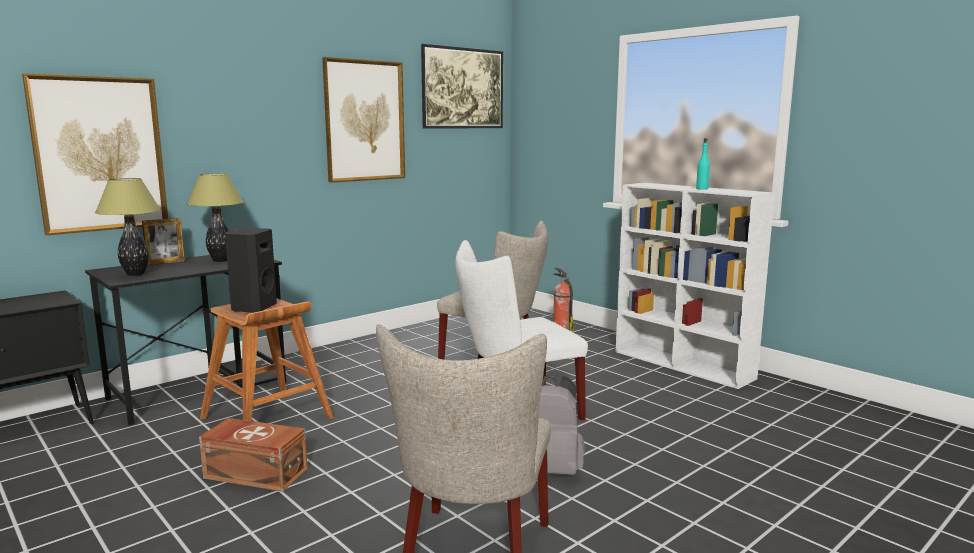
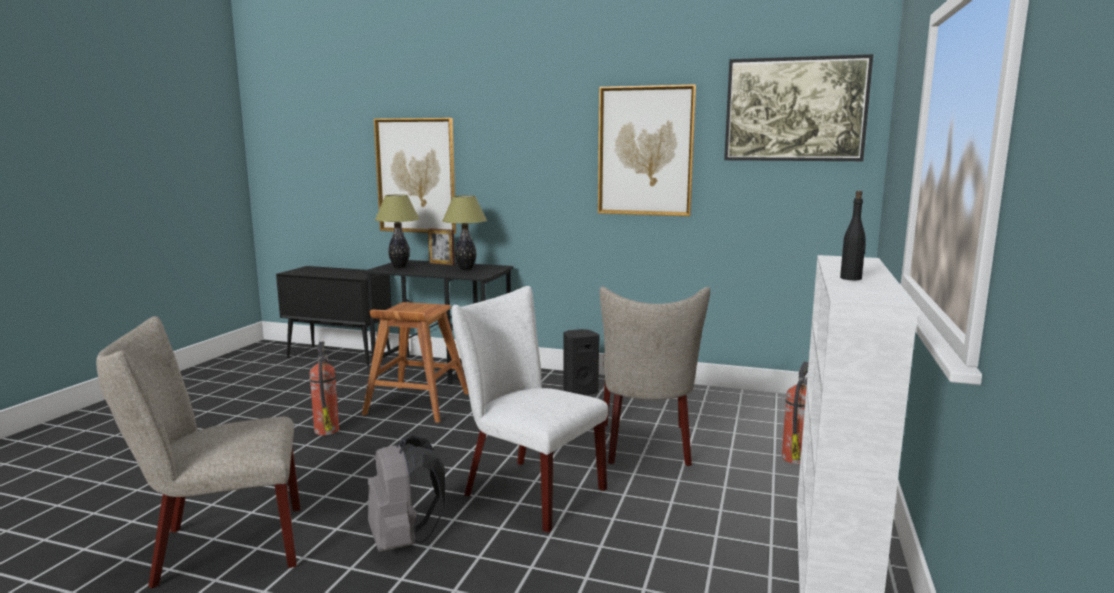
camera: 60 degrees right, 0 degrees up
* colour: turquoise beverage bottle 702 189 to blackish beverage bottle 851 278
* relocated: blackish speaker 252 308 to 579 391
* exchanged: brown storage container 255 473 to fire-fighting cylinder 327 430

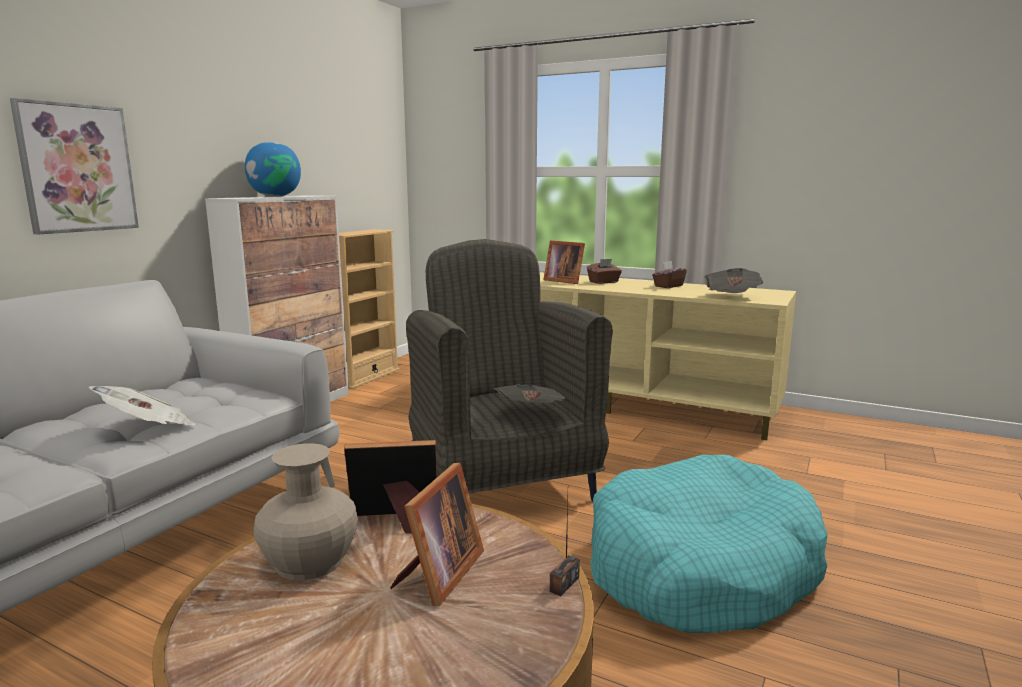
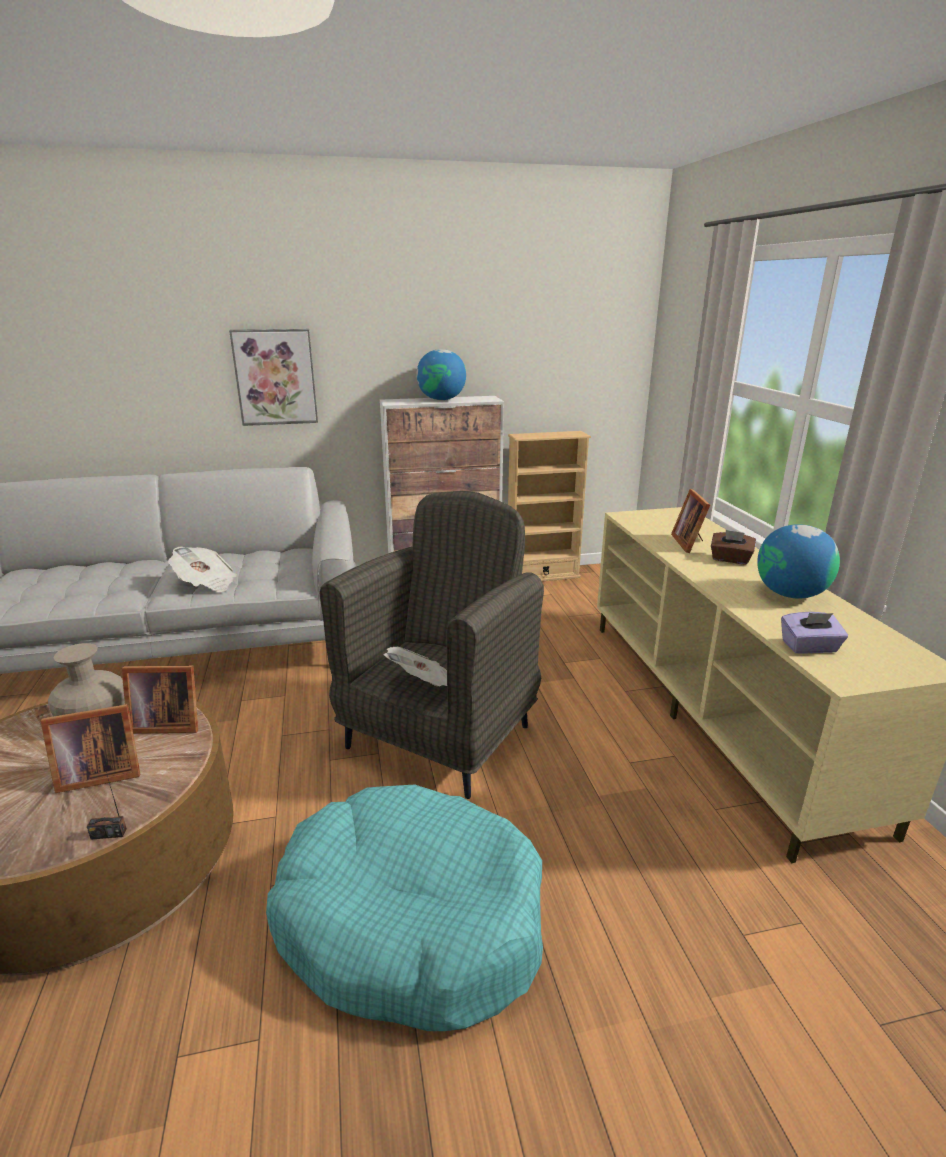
camera: 50 degrees right, 10 degrees up
* exchanged: brown tissue box 668 286 to globe 790 594
* exchanged: printed paper 732 297 to purple-coloured tissue box 809 647
* spun: photo frame 398 521 = 166 723 135 degrees clockwise

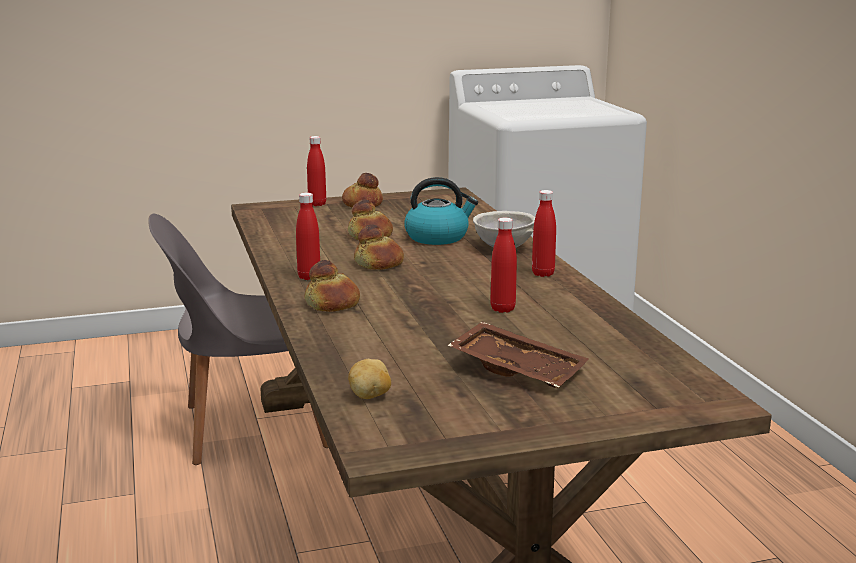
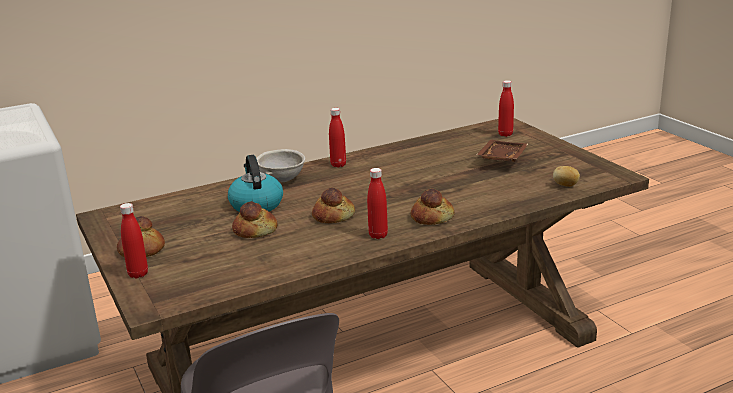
camera: 100 degrees left, 5 degrees up
* relocated: red beverage bottle 502 309 to 505 134

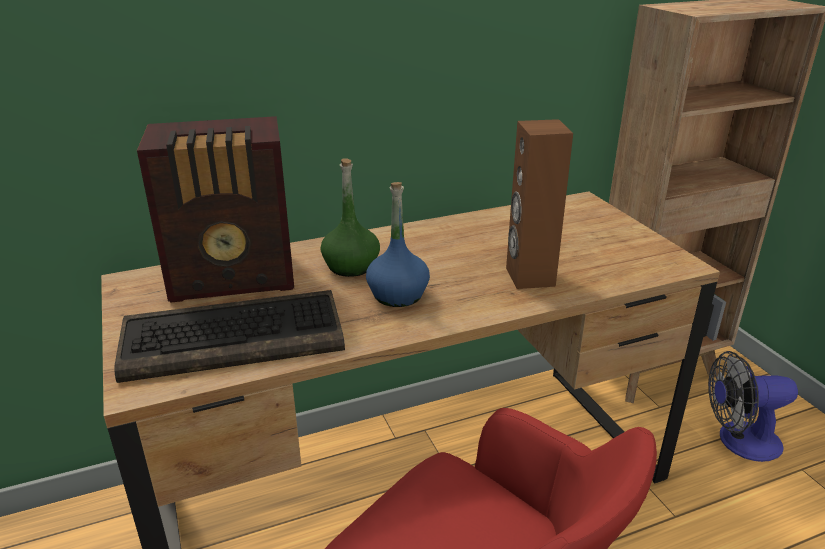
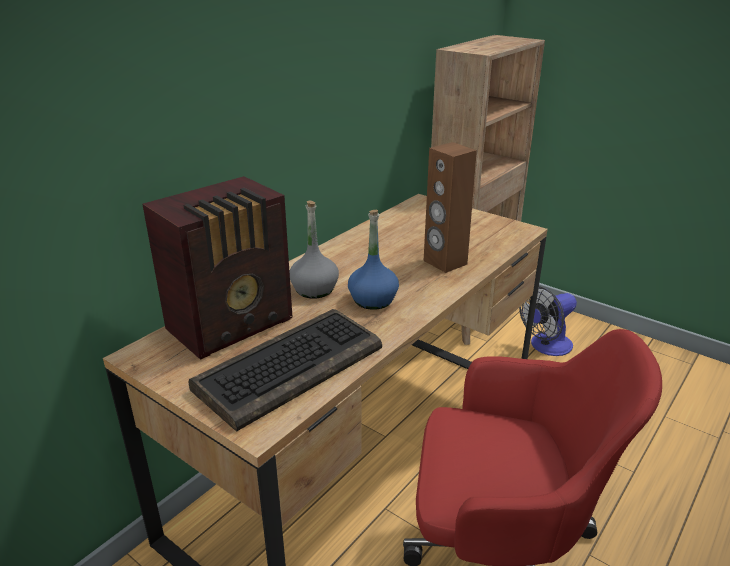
camera: 30 degrees left, 0 degrees up
* colour: green-coloured beverage bottle 351 266 to grey beverage bottle 315 289

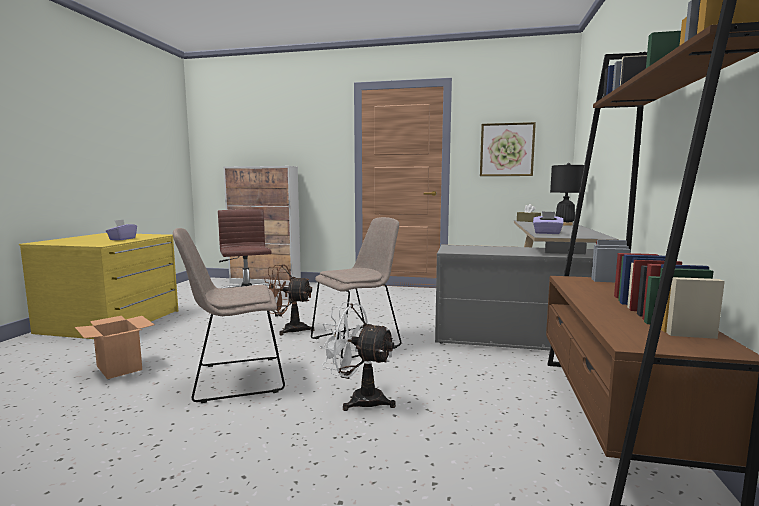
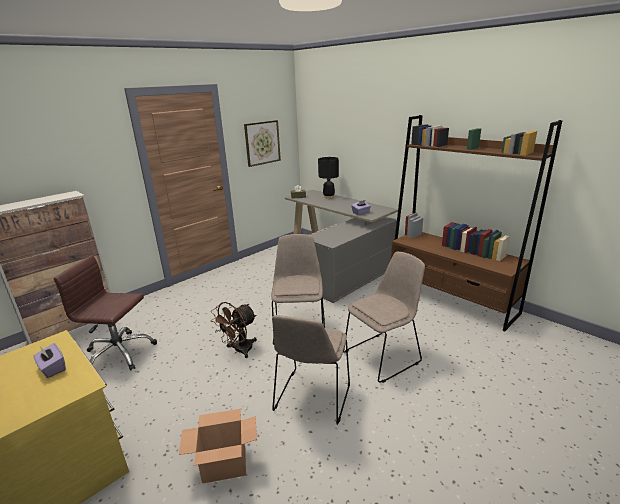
camera: 55 degrees left, 15 degrees up
* exchanged: whitish electric fan 359 399 to beige-coloured chair 383 356

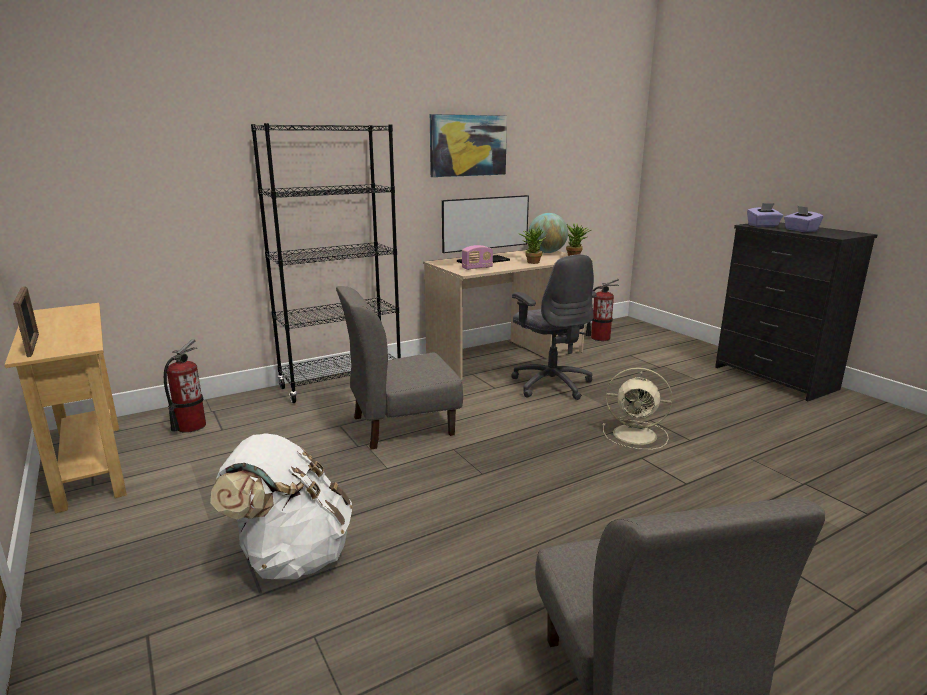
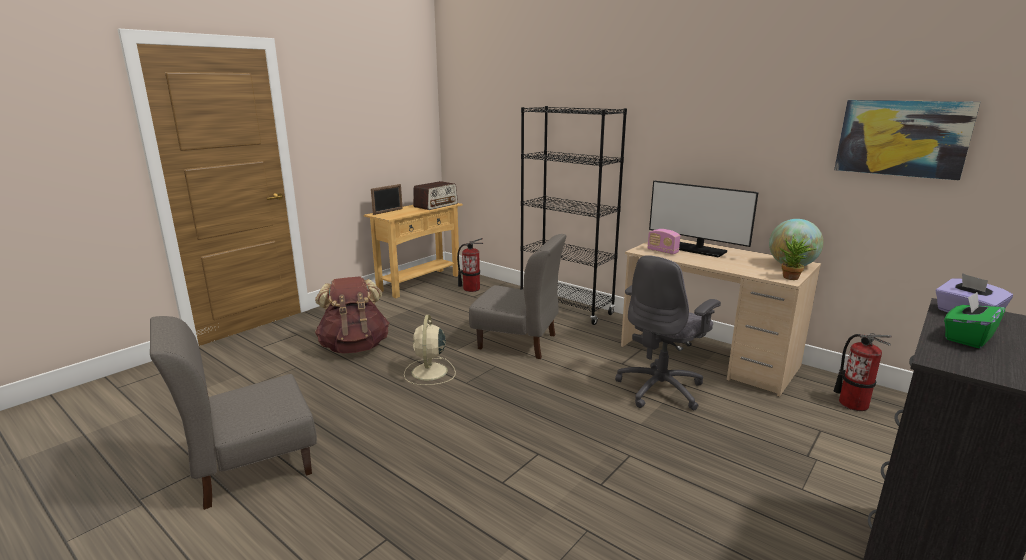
camera: 70 degrees right, 0 degrees up
* relocated: wall picture 468 145 to 902 138
* colour: purple-coloured tissue box 800 230 to green-coloured tissue box 967 338
* missing: plant in a pot 531 262
* spun: grey chair 401 425 = 518 342 150 degrees clockwise
* relocated: beige-coloured electric fan 636 435 to 429 372
* colour: whitish knapsack 292 557 to brown knapsack 355 347
* appeared: radio receiver 436 205

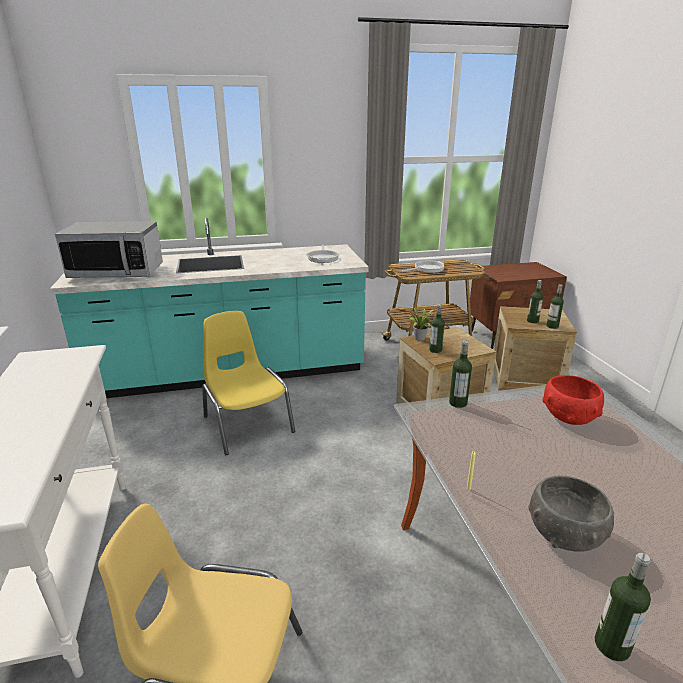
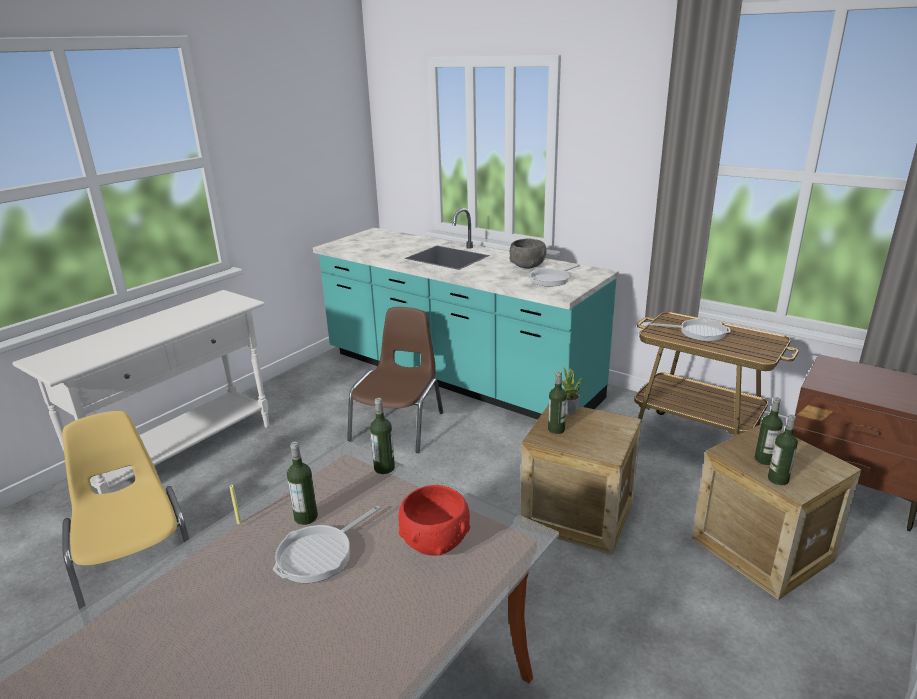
camera: 50 degrees right, 0 degrees up
* missing: microwave oven 117 272
* colour: yellow-coloured chair 247 423 to brown chair 399 426
* relocated: grey serving bowl 564 535 to 527 266
* relocated: beverage bottle 612 646 to 306 517
* appeared: pan 319 554

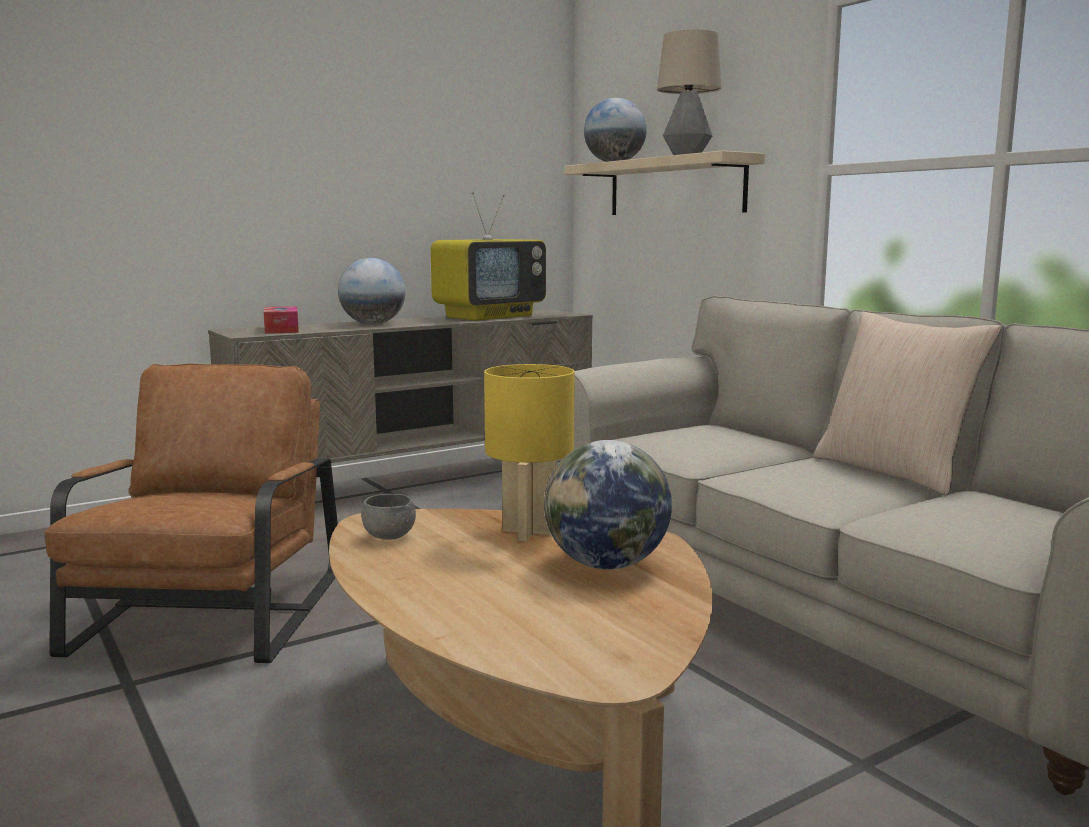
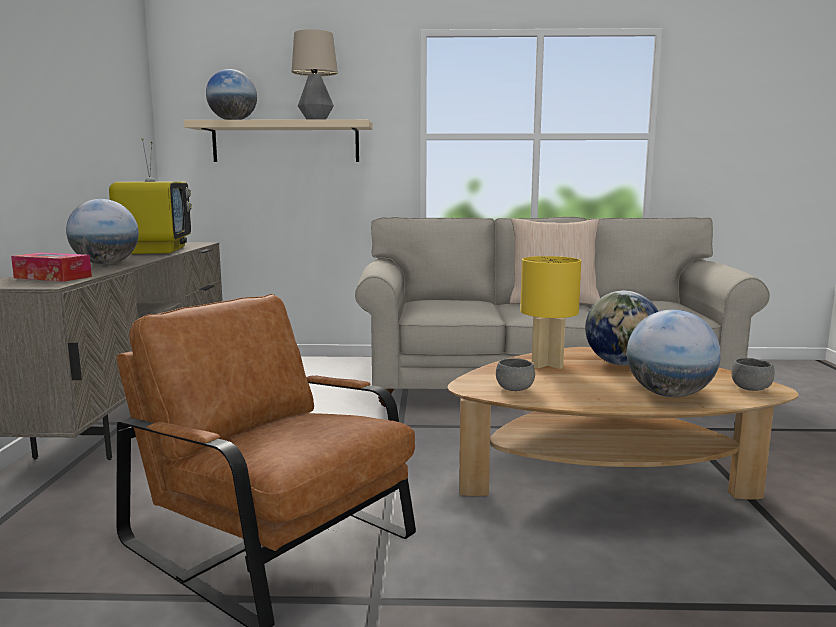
camera: 55 degrees left, 0 degrees up
* appeared: globe 669 395
* appeared: grey serving bowl 751 388

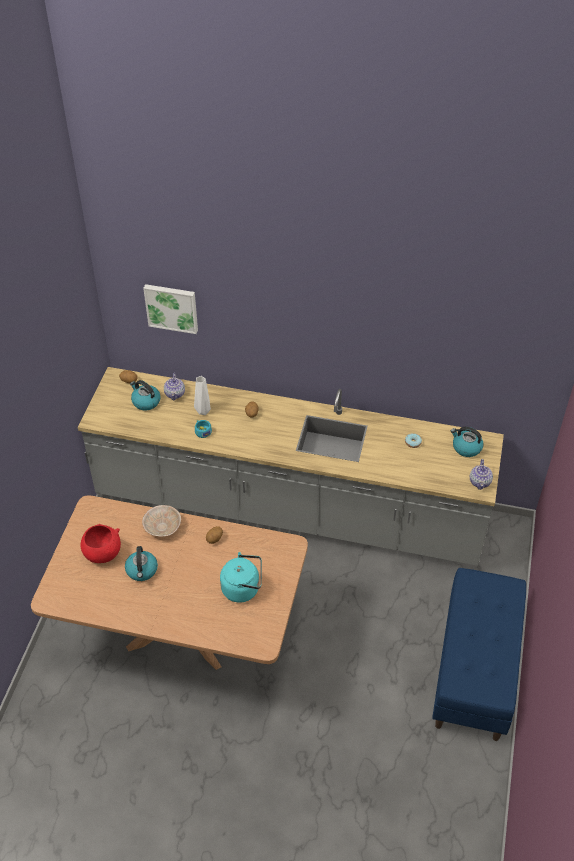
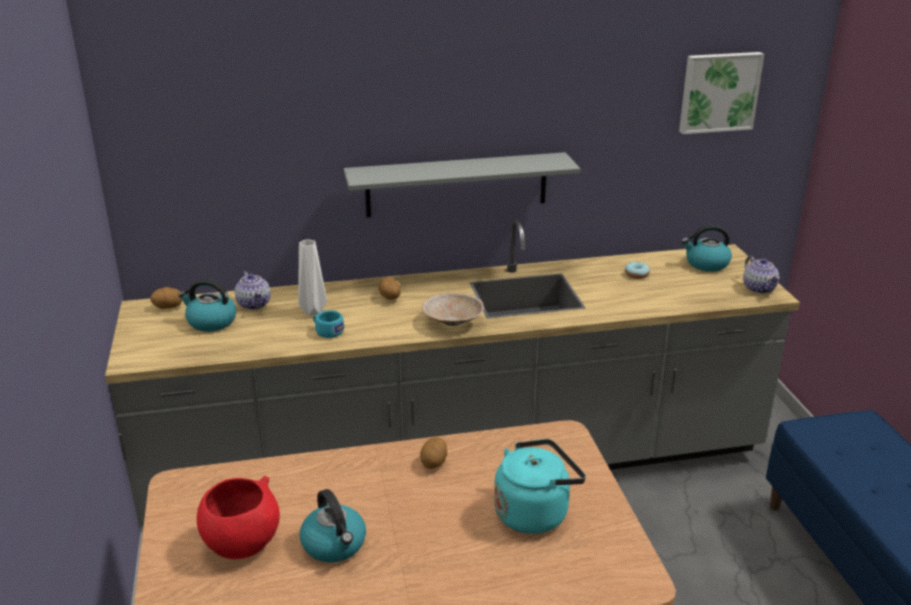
camera: 25 degrees left, 20 degrees down
* relocated: wall picture 172 307 to 718 92
* relocated: beige-coloured serving bowl 162 526 to 452 321
* appeared: grey bracket shelf 456 184

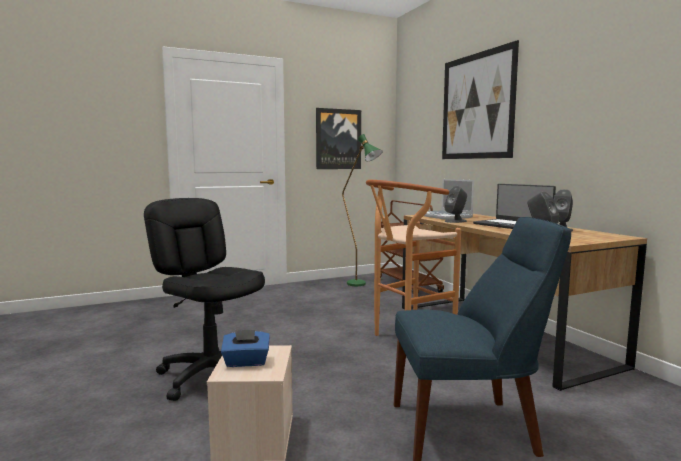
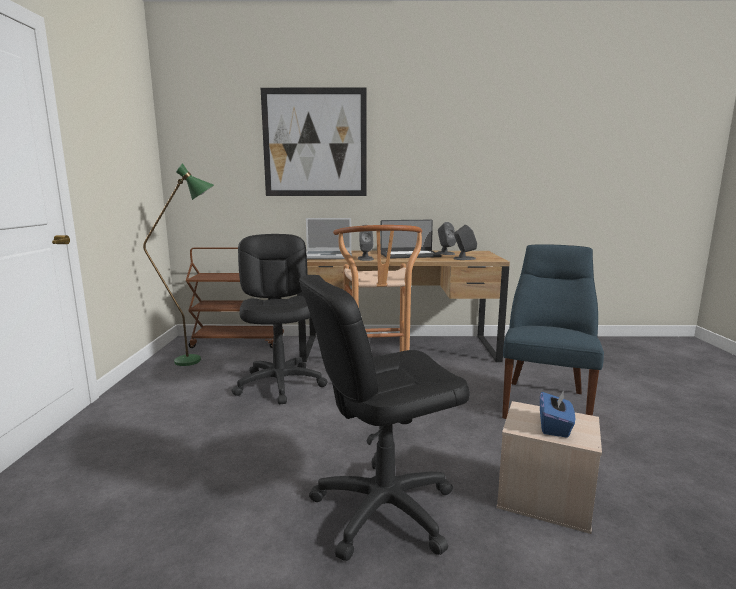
camera: 65 degrees left, 5 degrees up
* missing: wall picture 338 139
* appeared: blackish computer chair 280 384

